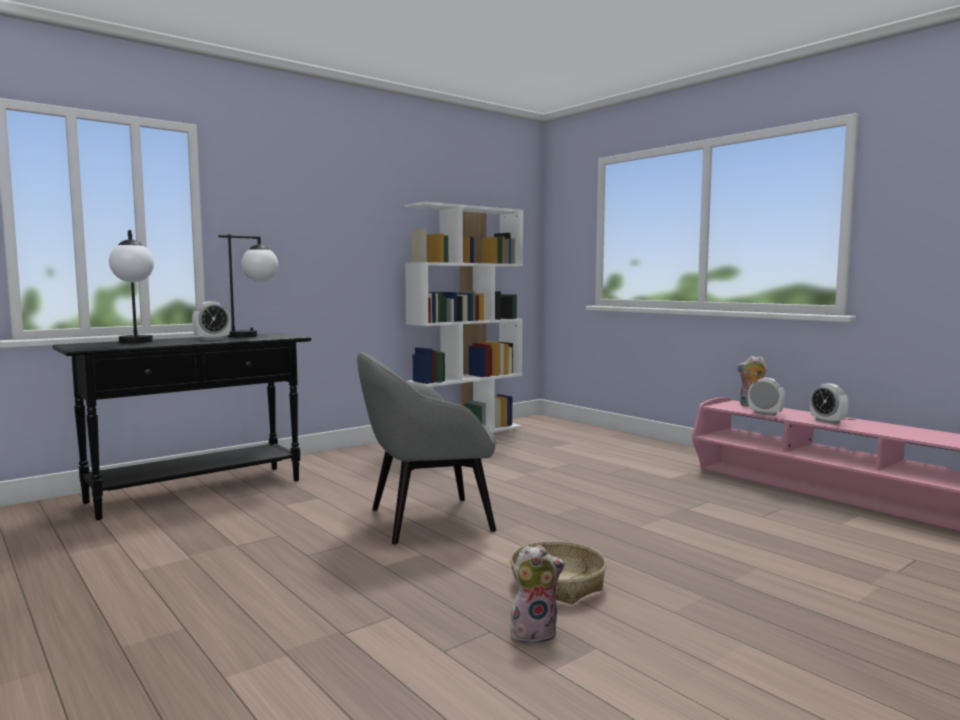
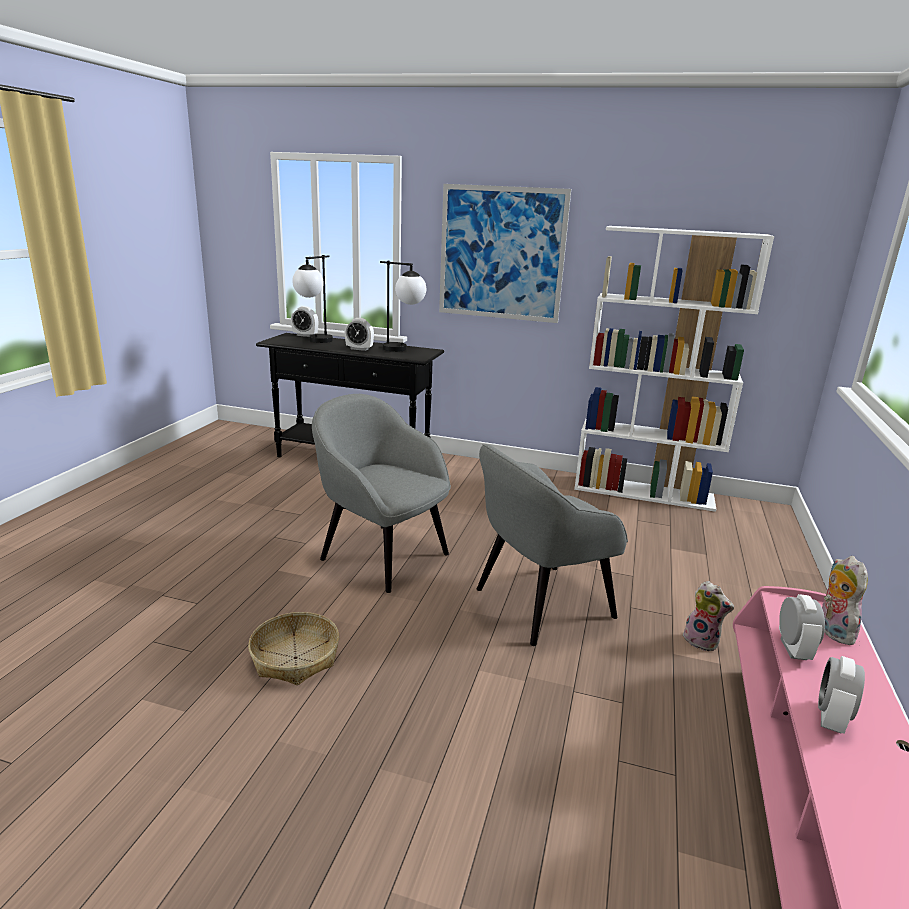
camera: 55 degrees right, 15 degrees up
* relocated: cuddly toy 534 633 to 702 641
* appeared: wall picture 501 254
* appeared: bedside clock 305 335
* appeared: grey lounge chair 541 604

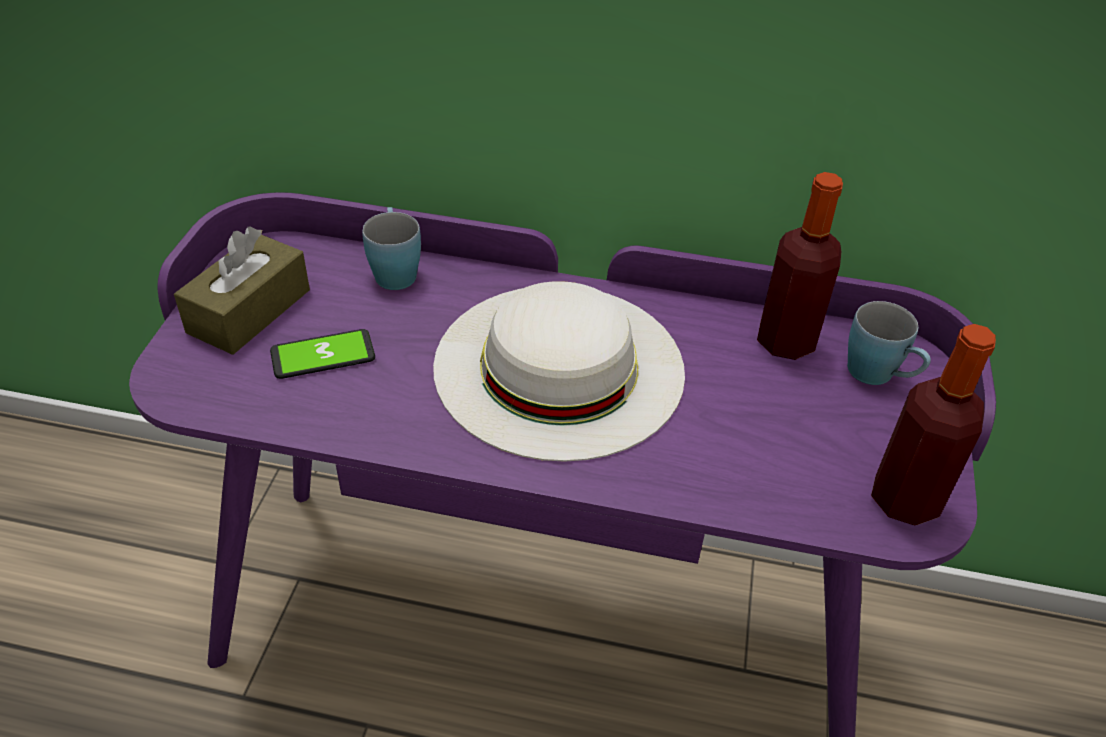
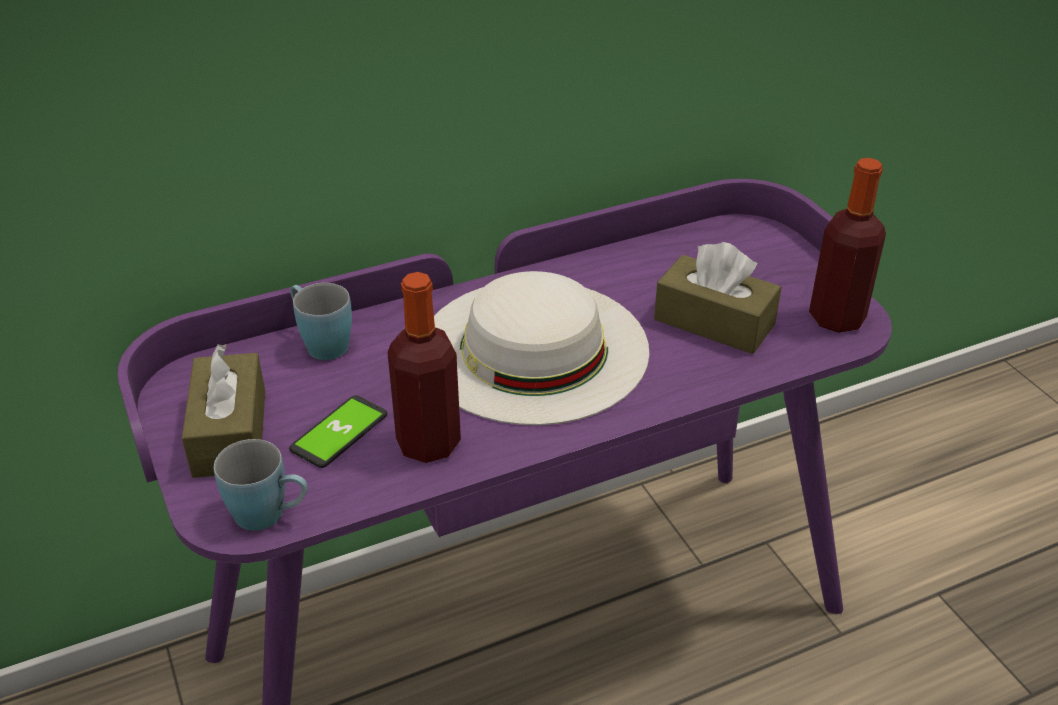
camera: 35 degrees left, 5 degrees down
* relocated: beverage bottle 785 341 to 428 443
* relocated: bluish tea mug 879 376 to 270 515
* appeared: brown tissue box 714 322

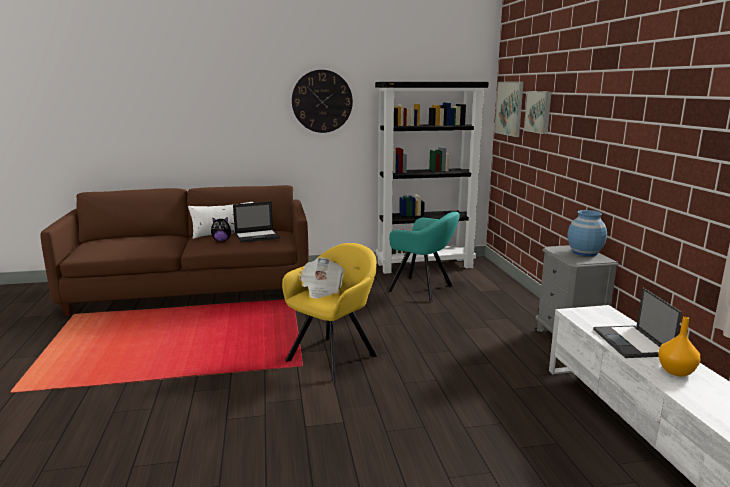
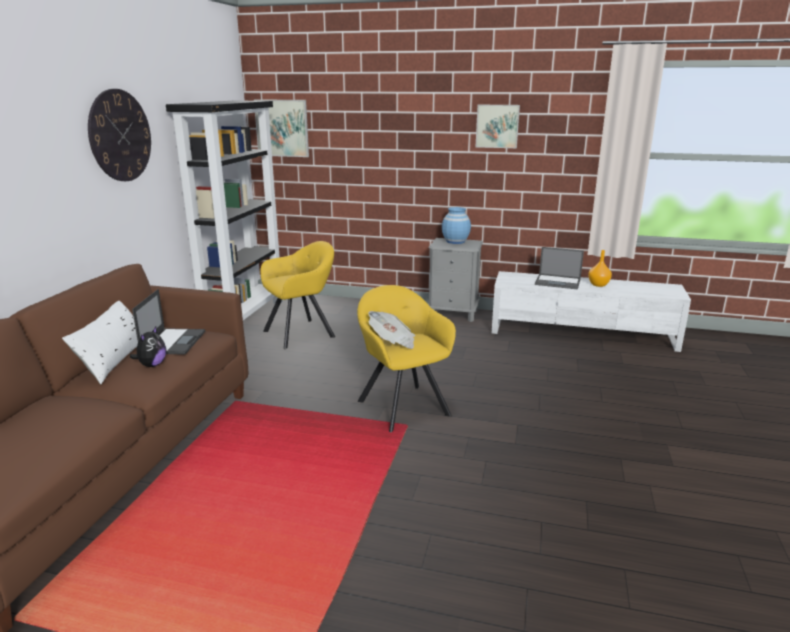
camera: 65 degrees left, 5 degrees up
* relocated: wall picture 539 111 to 497 126
* colour: turquoise lounge chair 423 289 to yellow-coloured lounge chair 302 333

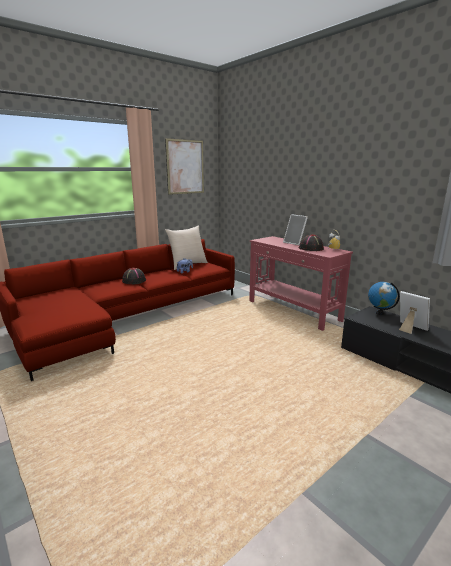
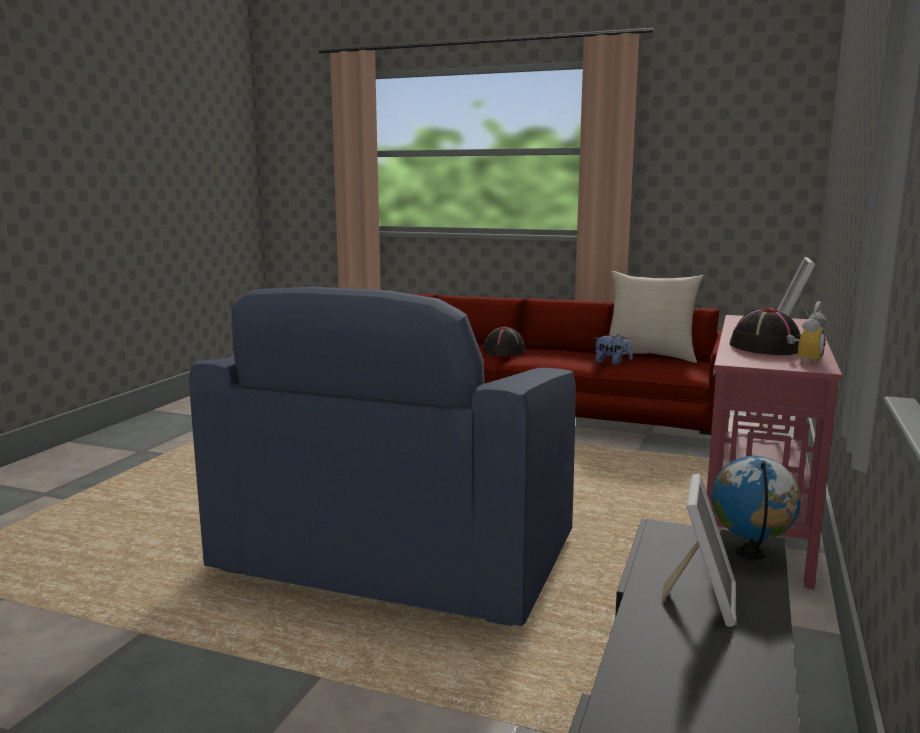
camera: 60 degrees right, 5 degrees down
* missing: wall picture 185 167
* appeared: bluish lounge chair 397 556

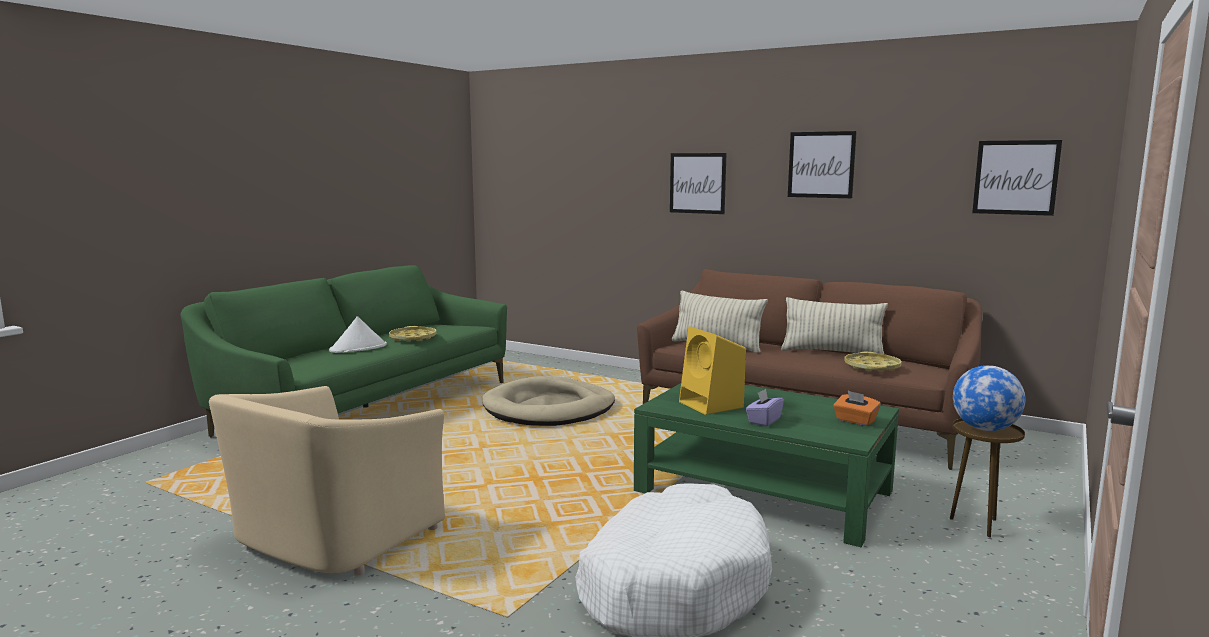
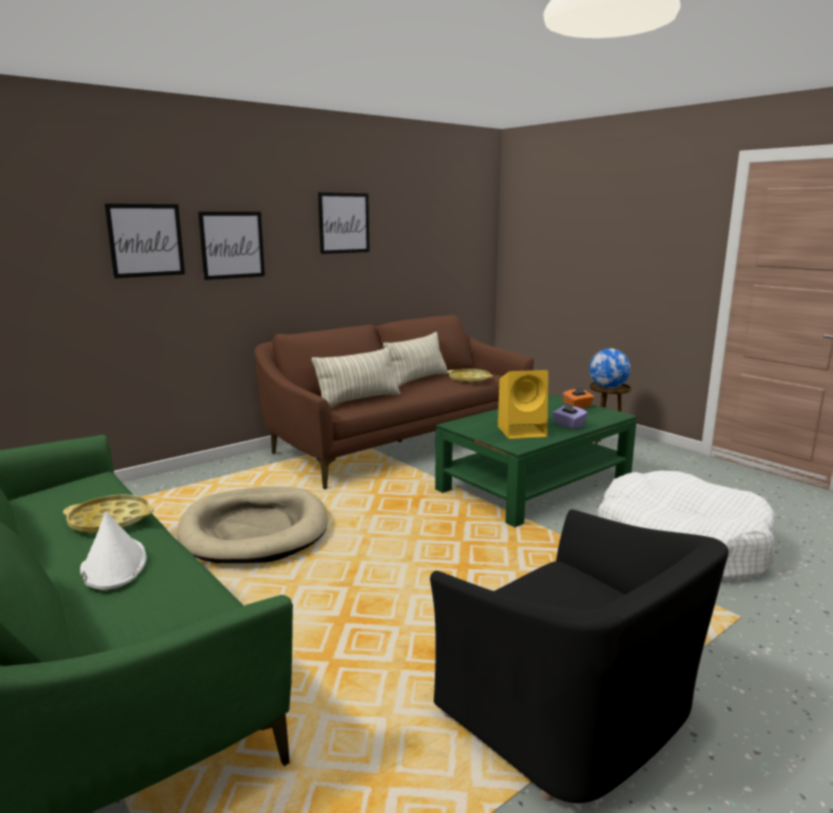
camera: 70 degrees left, 5 degrees up
* relocated: wall picture 1015 177 to 146 240
* colour: beige-coloured lounge chair 334 537 to blackish lounge chair 571 715

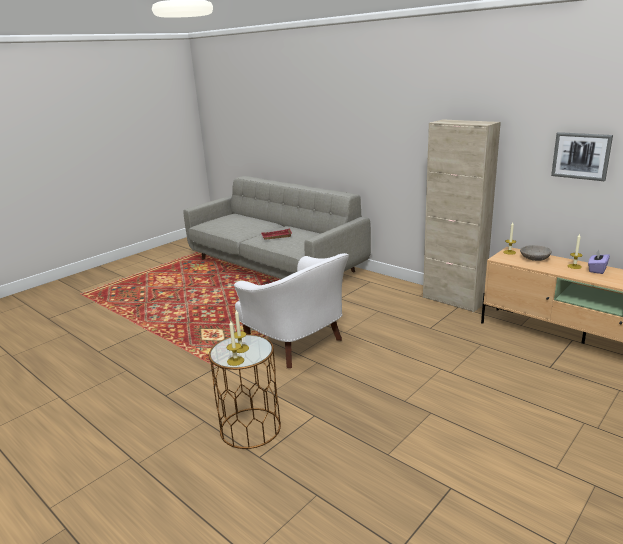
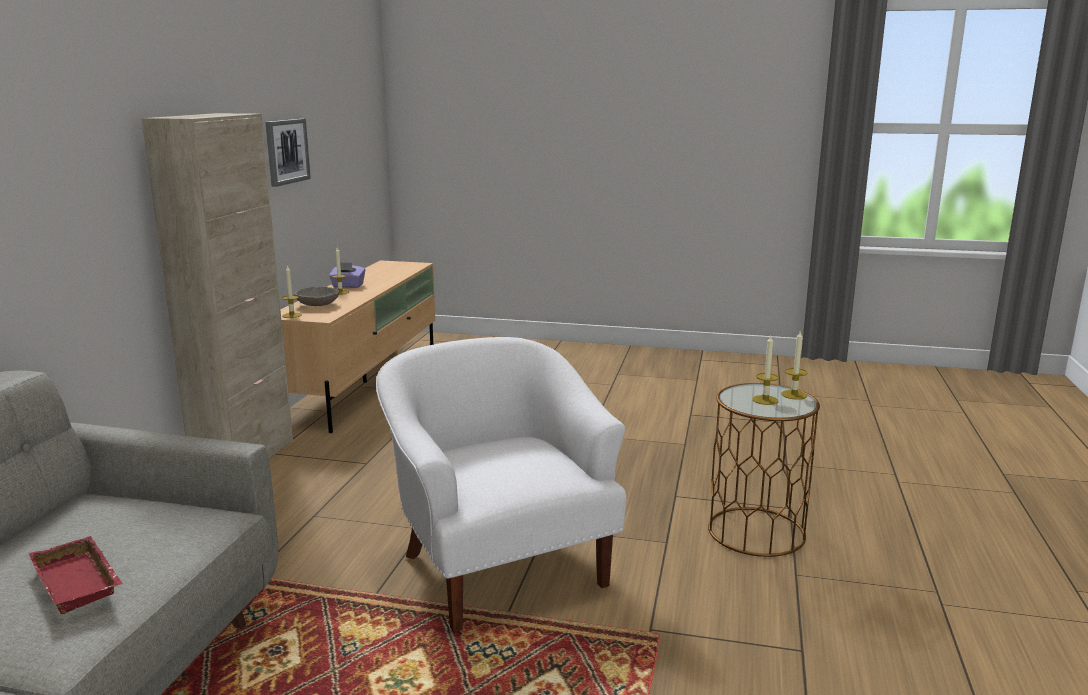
camera: 120 degrees left, 5 degrees down
* spun: whitish lounge chair 297 344 = 501 565 45 degrees counterclockwise

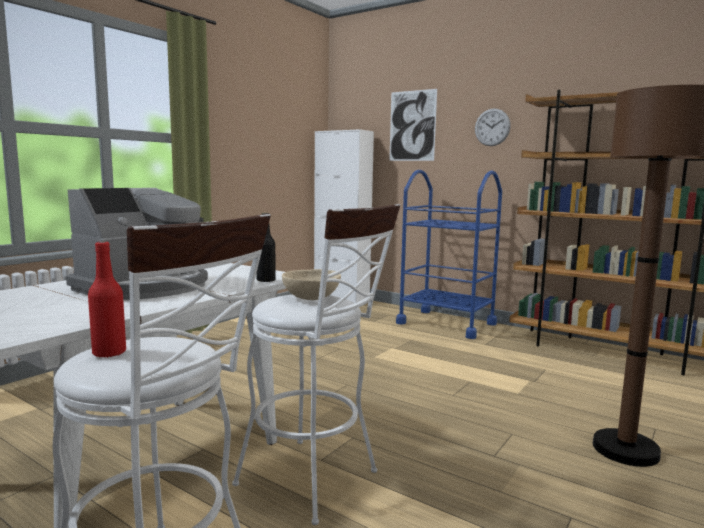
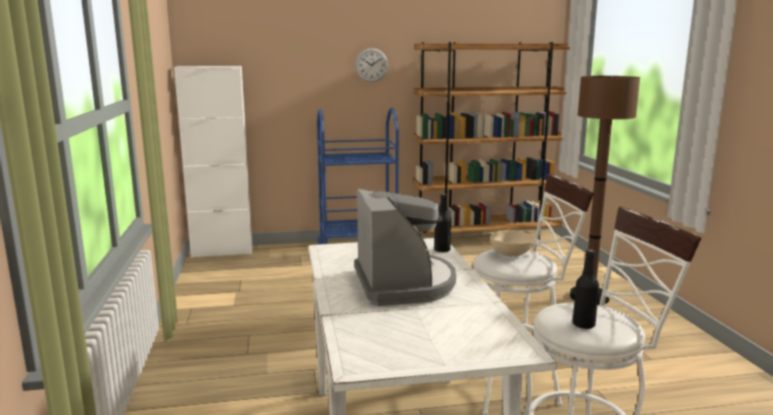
camera: 45 degrees left, 5 degrees up
* missing: wall picture 412 126
* colour: red beverage bottle 109 353 to blackish beverage bottle 583 325

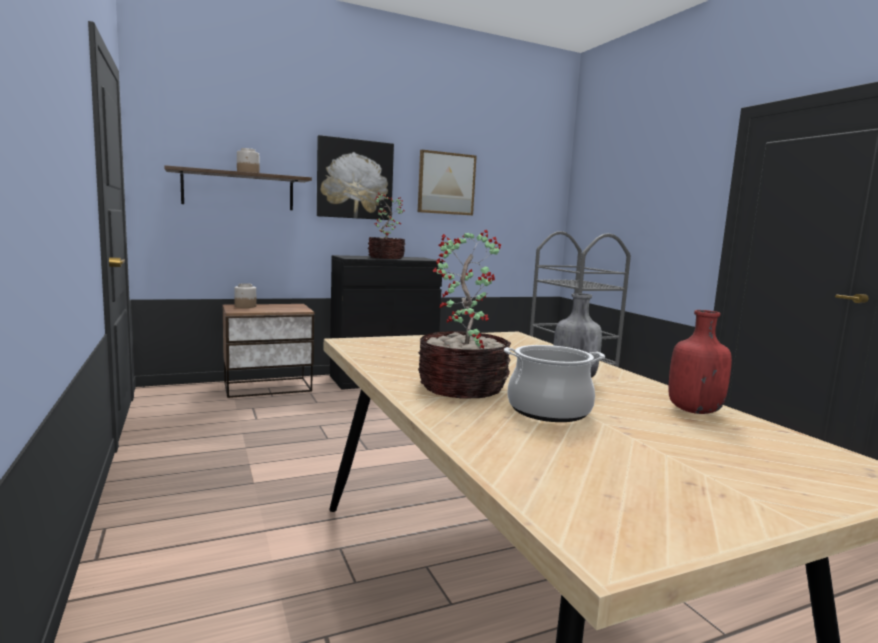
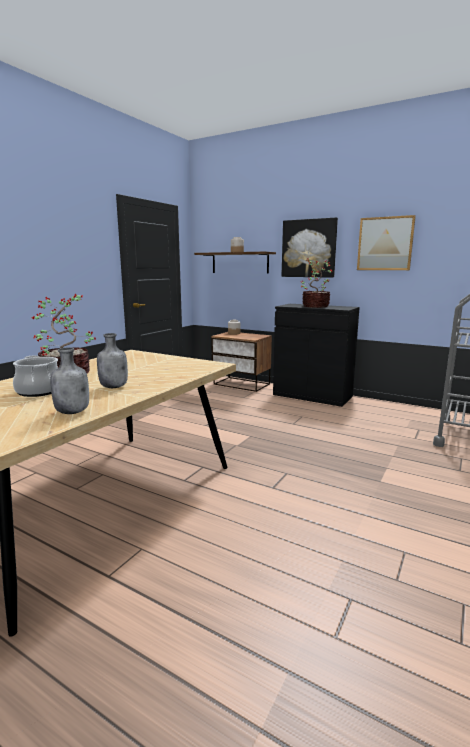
camera: 55 degrees right, 5 degrees up
* colour: red beverage bottle 693 410 to grey beverage bottle 73 412

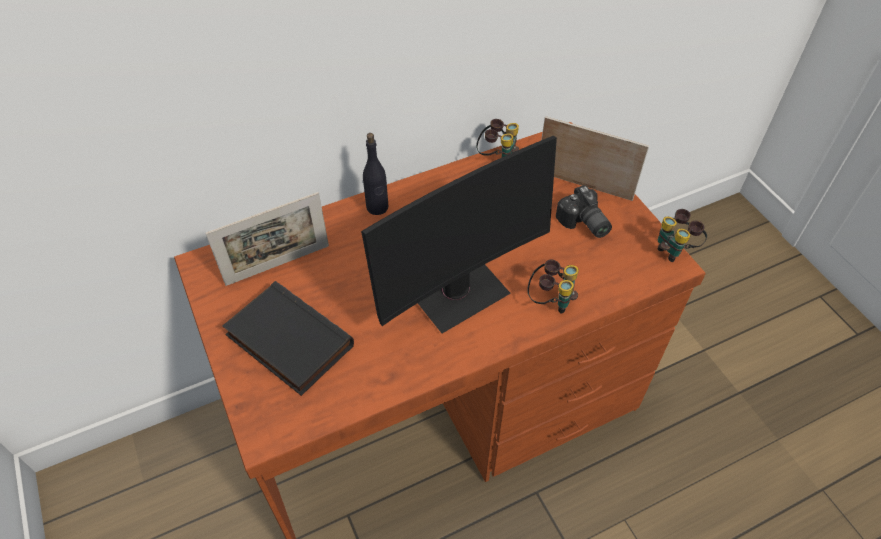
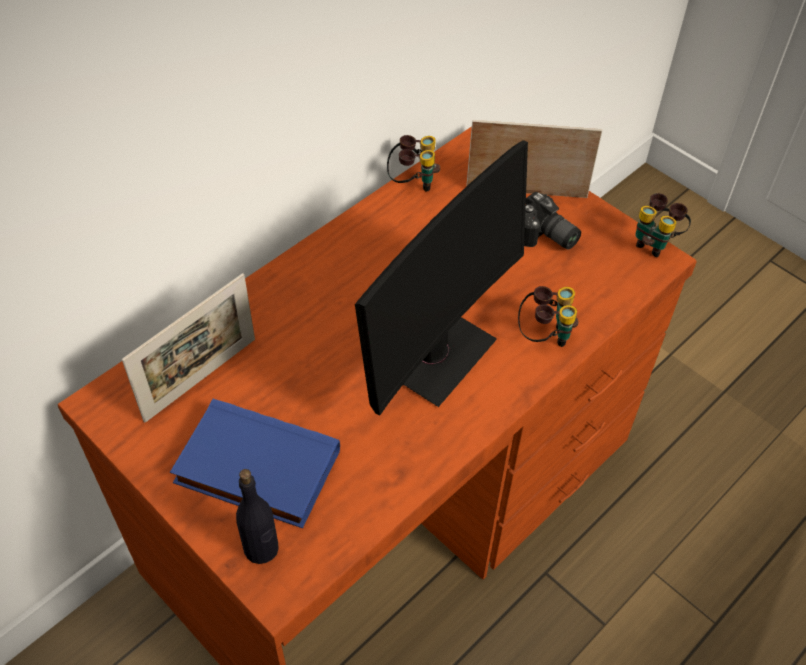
camera: 20 degrees left, 0 degrees up
* relocated: blackish beverage bottle 377 207 to 261 549
* colour: blackish volume 287 342 to bluish volume 255 469

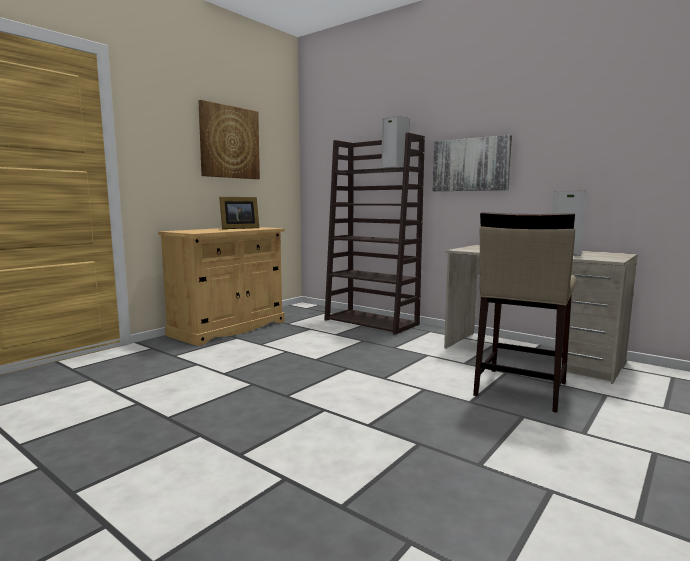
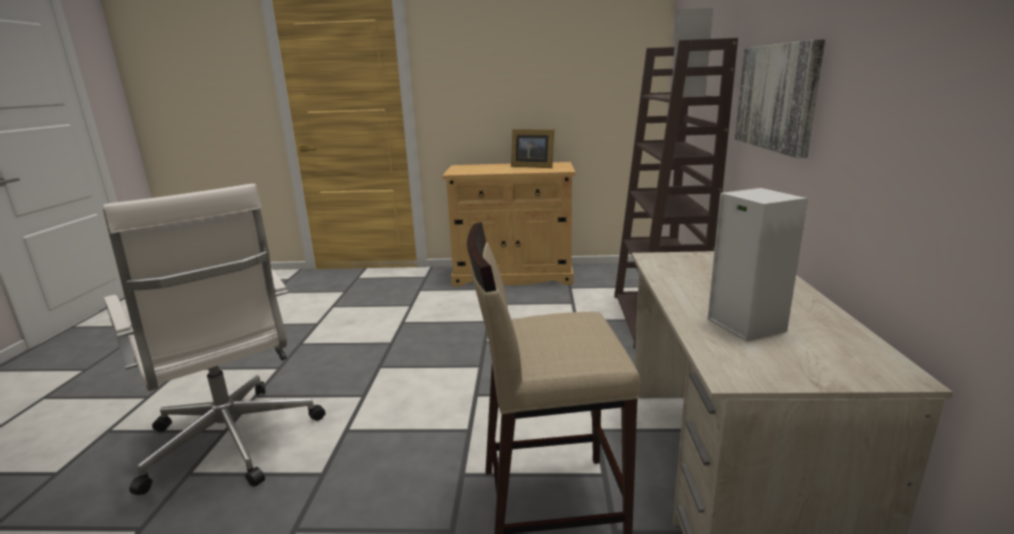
camera: 55 degrees right, 10 degrees up
* missing: wall picture 229 142
* appeared: whitish computer chair 232 443

